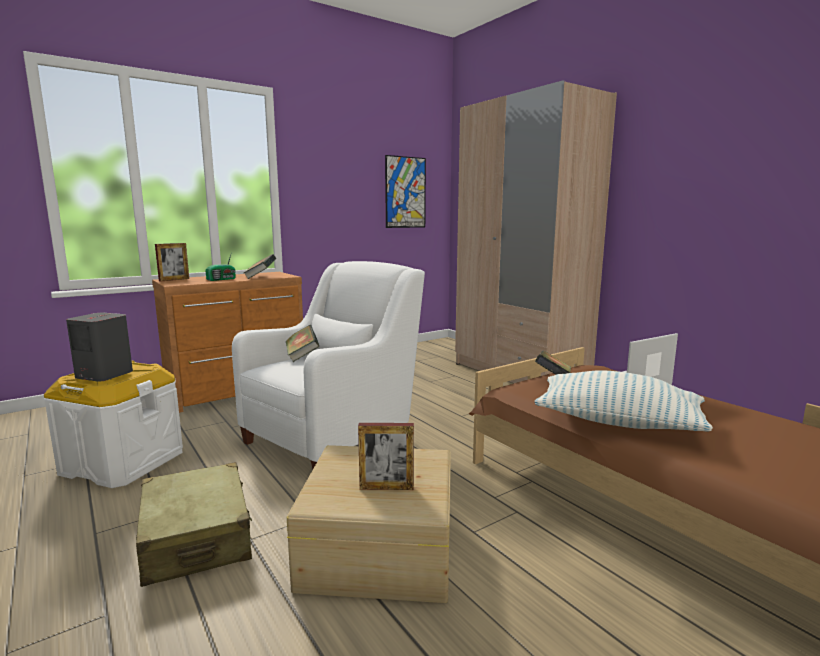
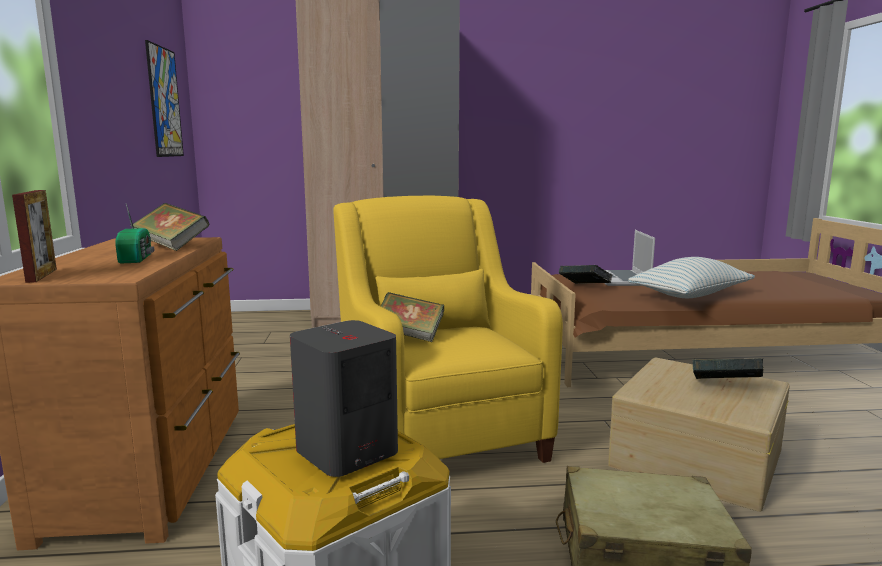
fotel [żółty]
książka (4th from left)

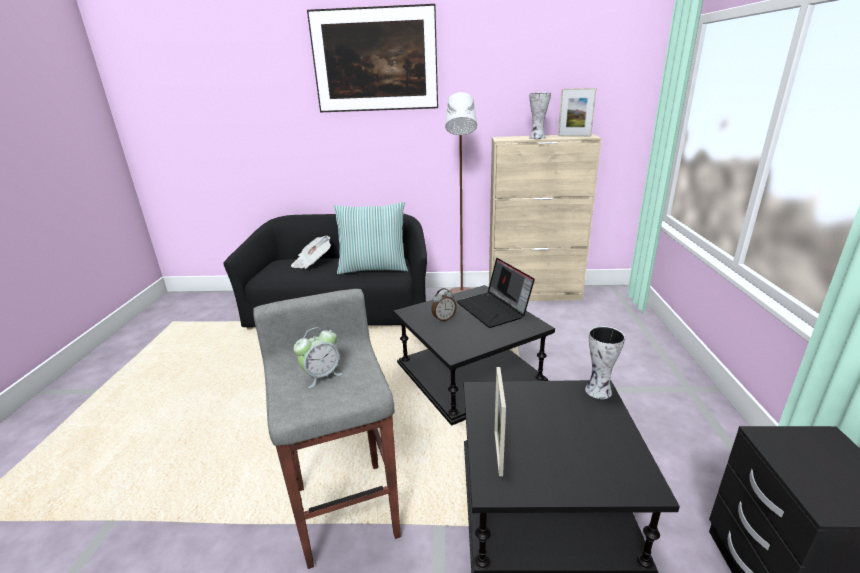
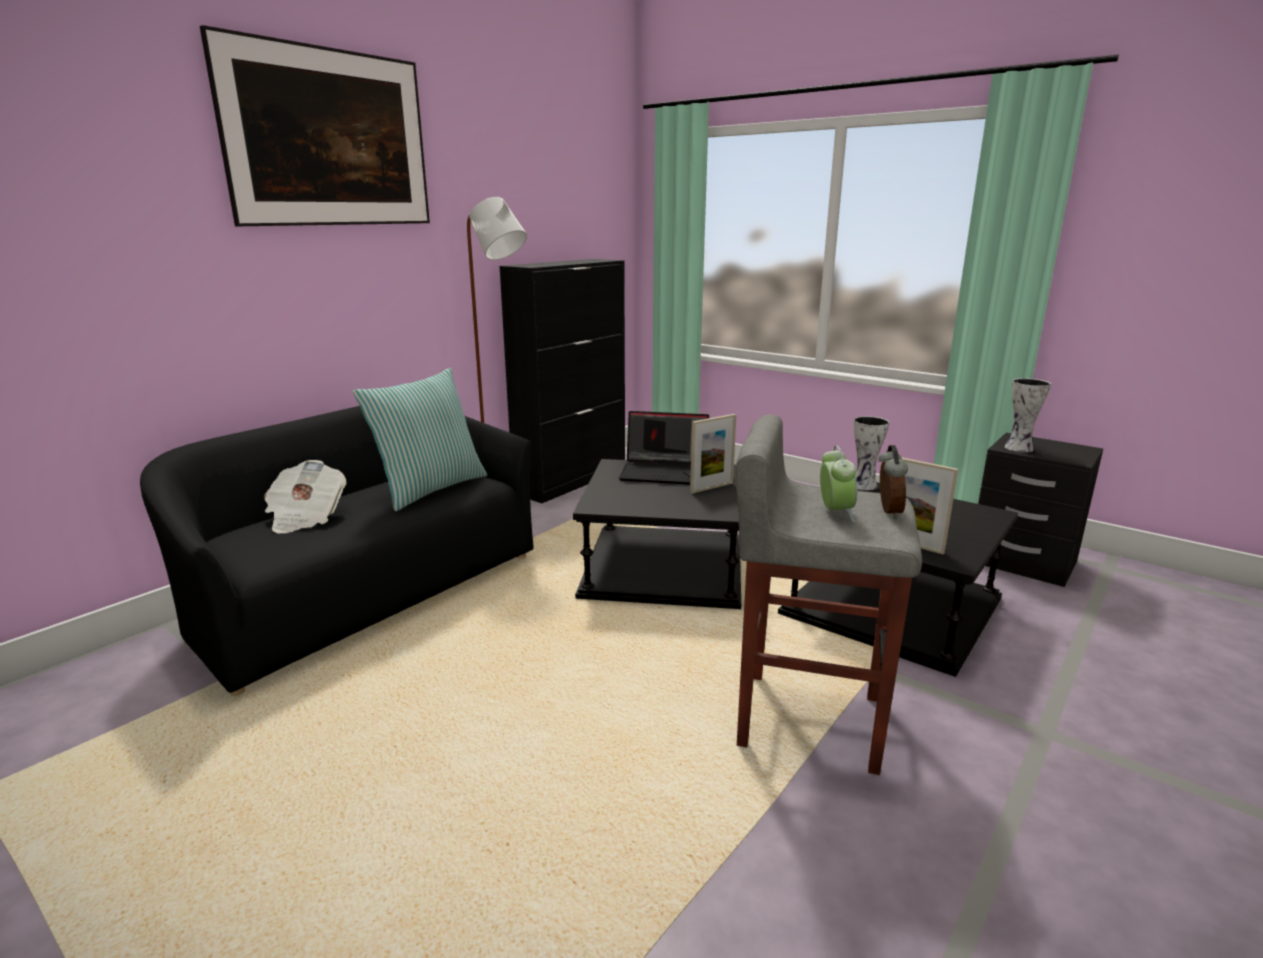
budzik (2nd from left)
szafka [czarny]
wazon (2nd from left)
ramka na zdjęcie (1st from left)

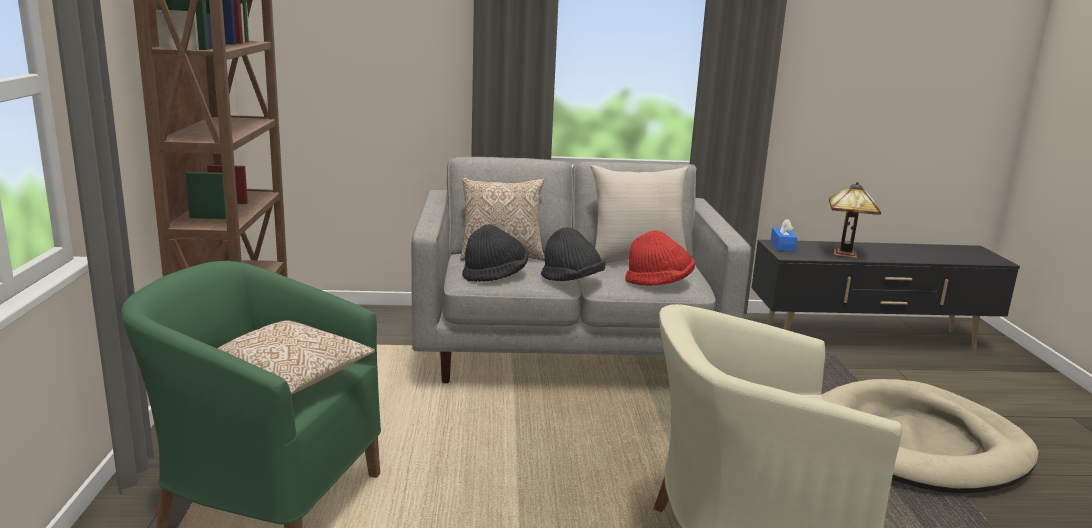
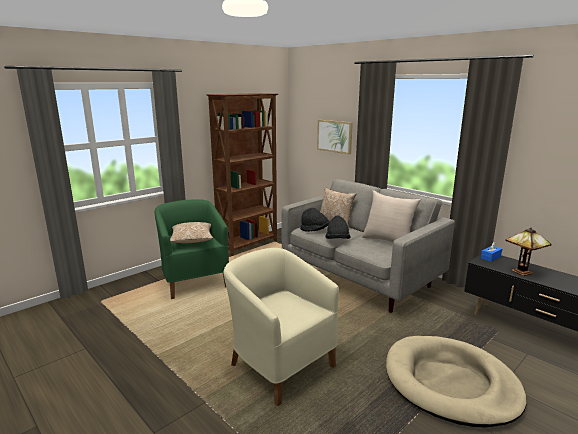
kapelusz [czerwony]
obraz

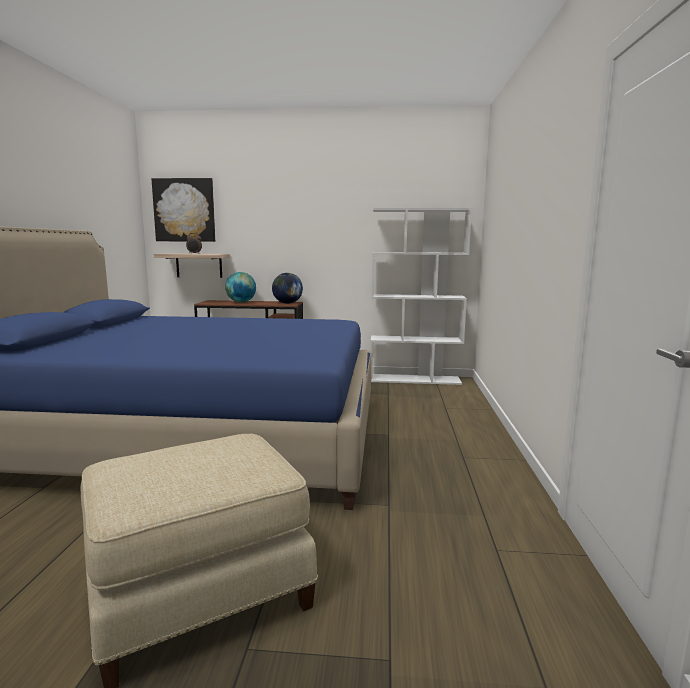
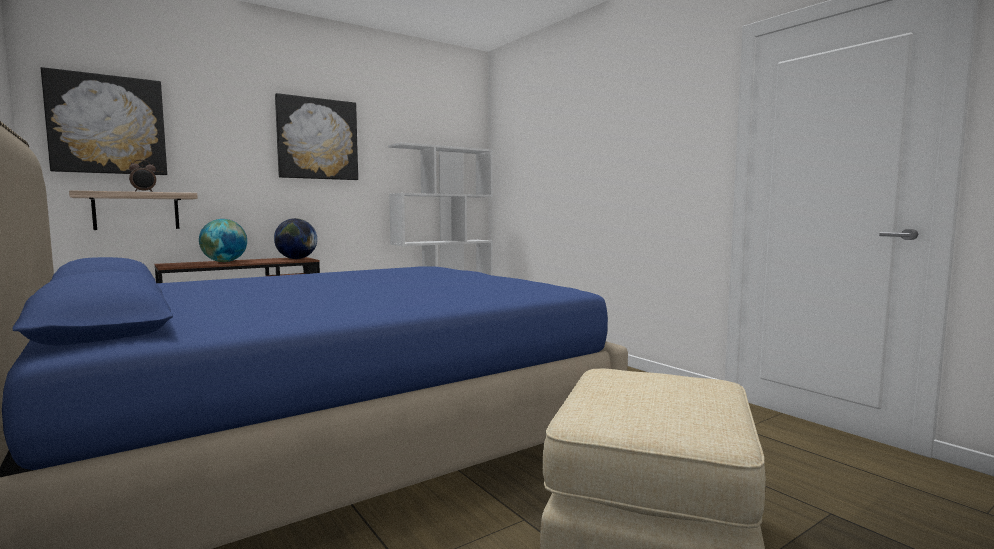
obraz (2nd from left)

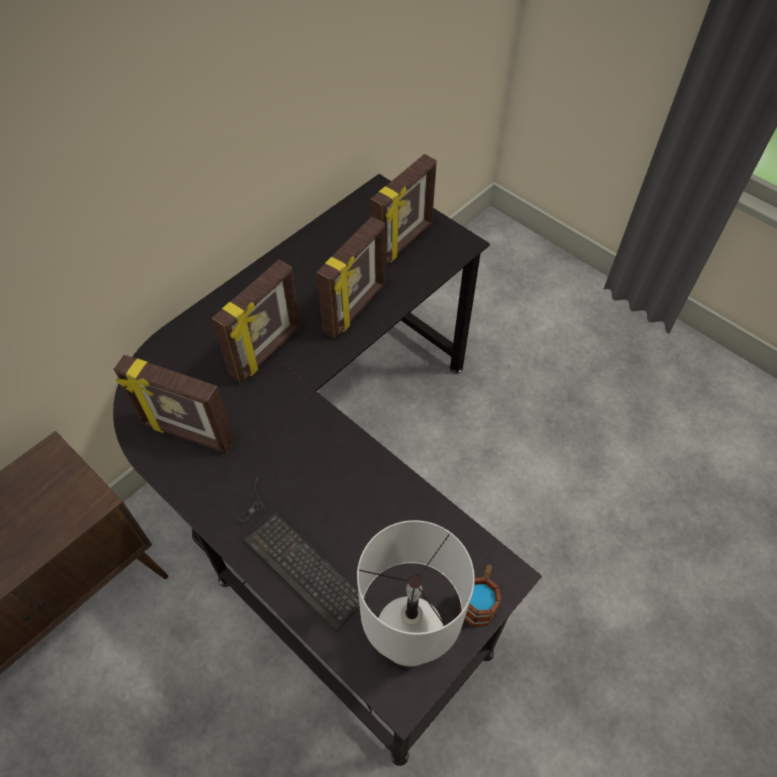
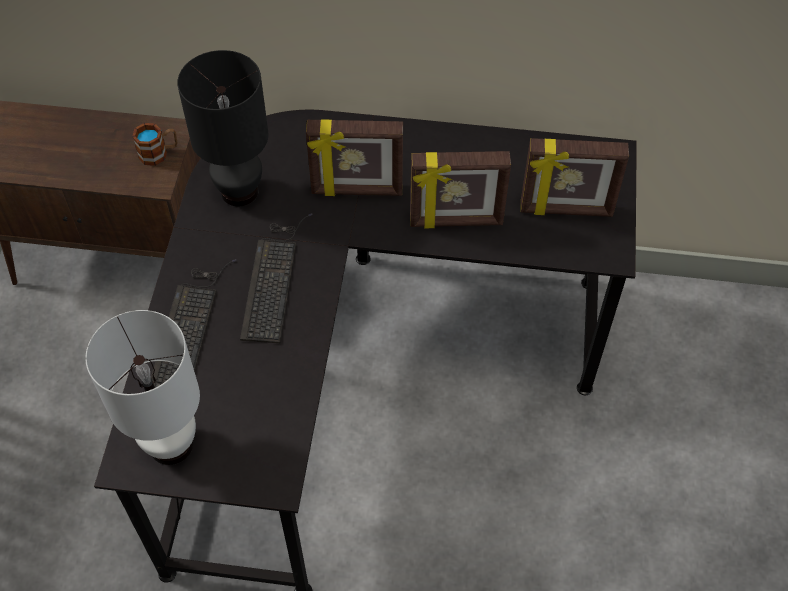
lampa stołowa [czarny]
kubek
klawiatura (2nd from left)

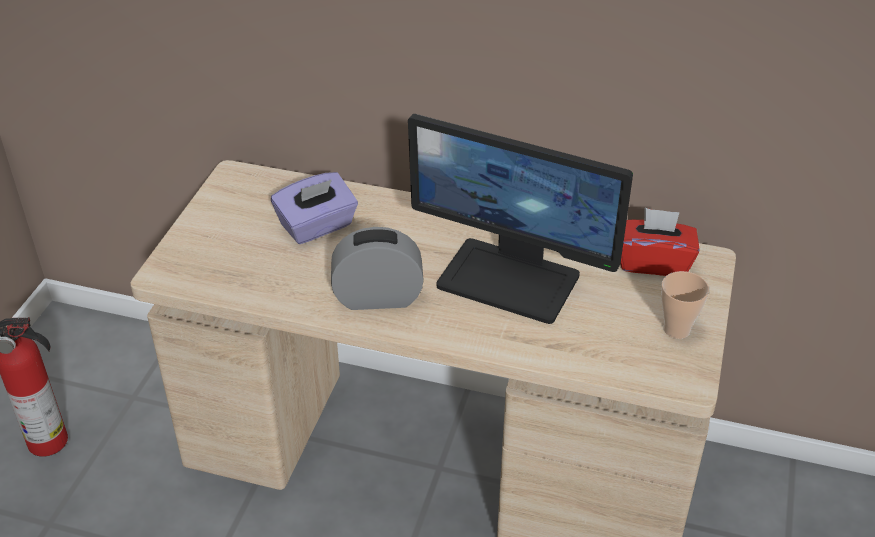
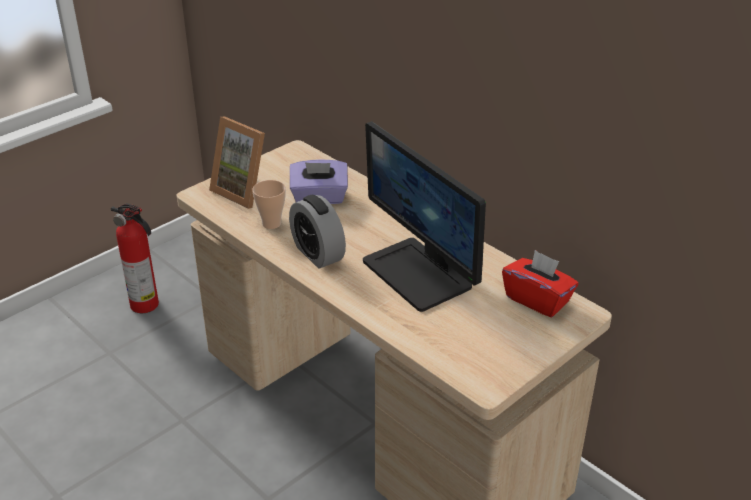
budzik
filiżanka
ramka na zdjęcie

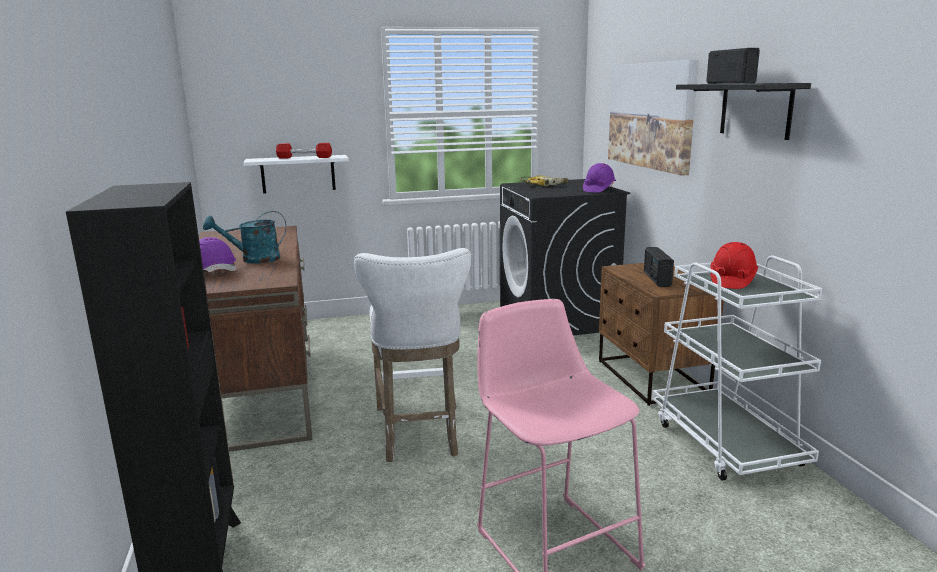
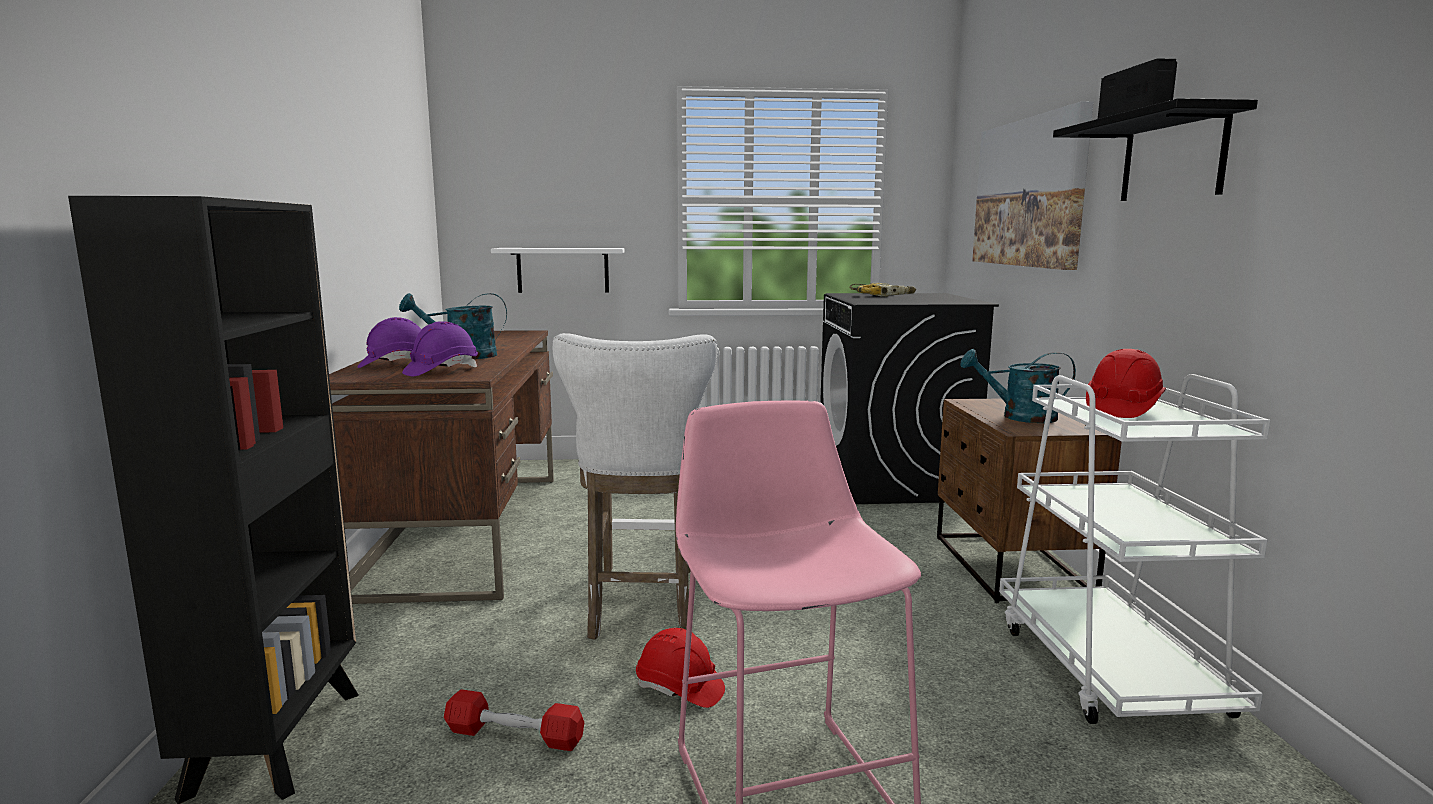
hantel [czerwony]
kask [fioletowy] (2nd from left)
konewka [turkusowy] (2nd from left)
kask [czerwony] (1st from left)

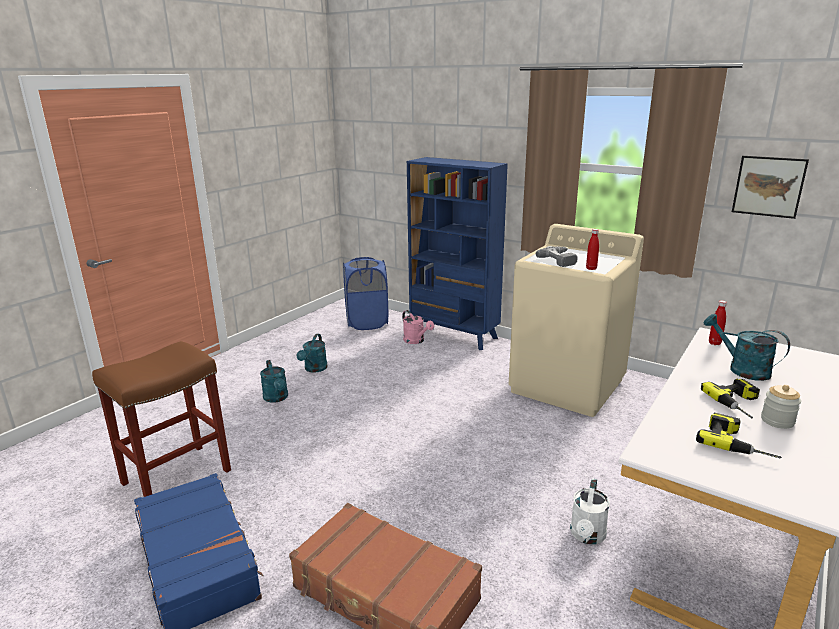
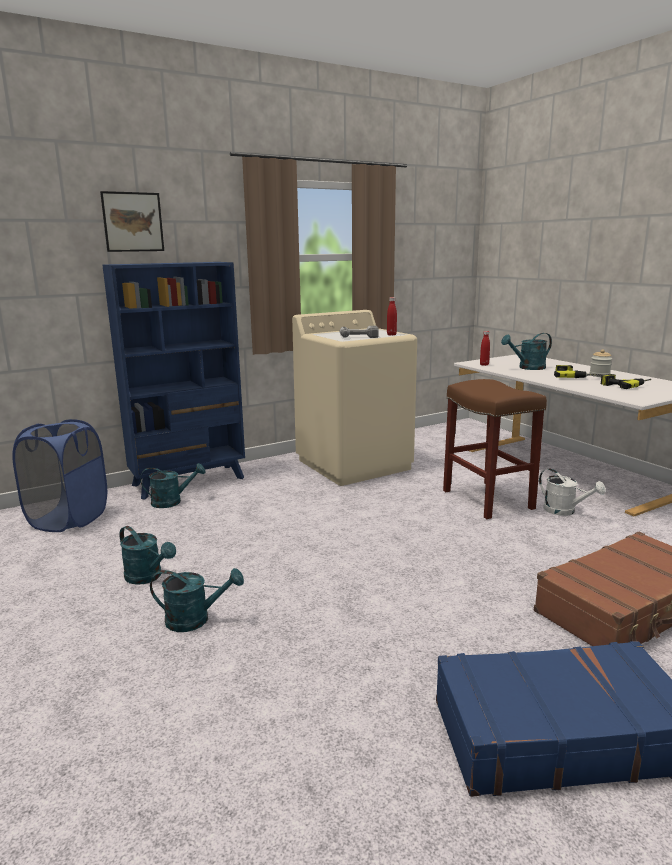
stołek [brązowy]
konewka [turkusowy] (2nd from left)
obraz

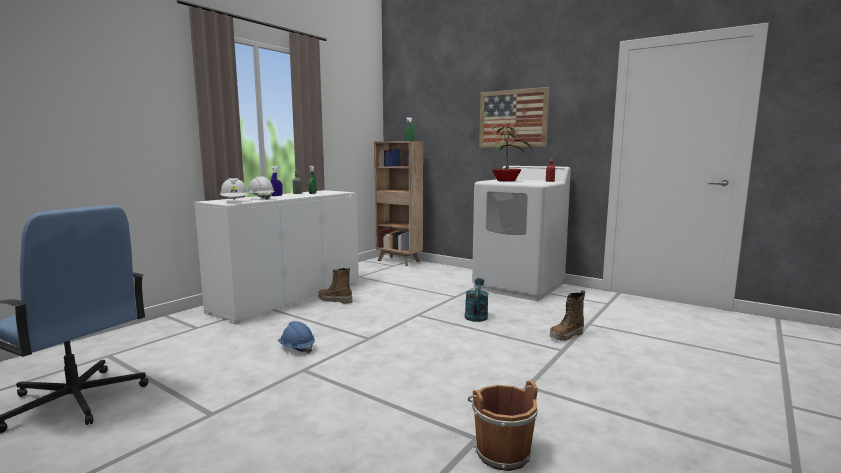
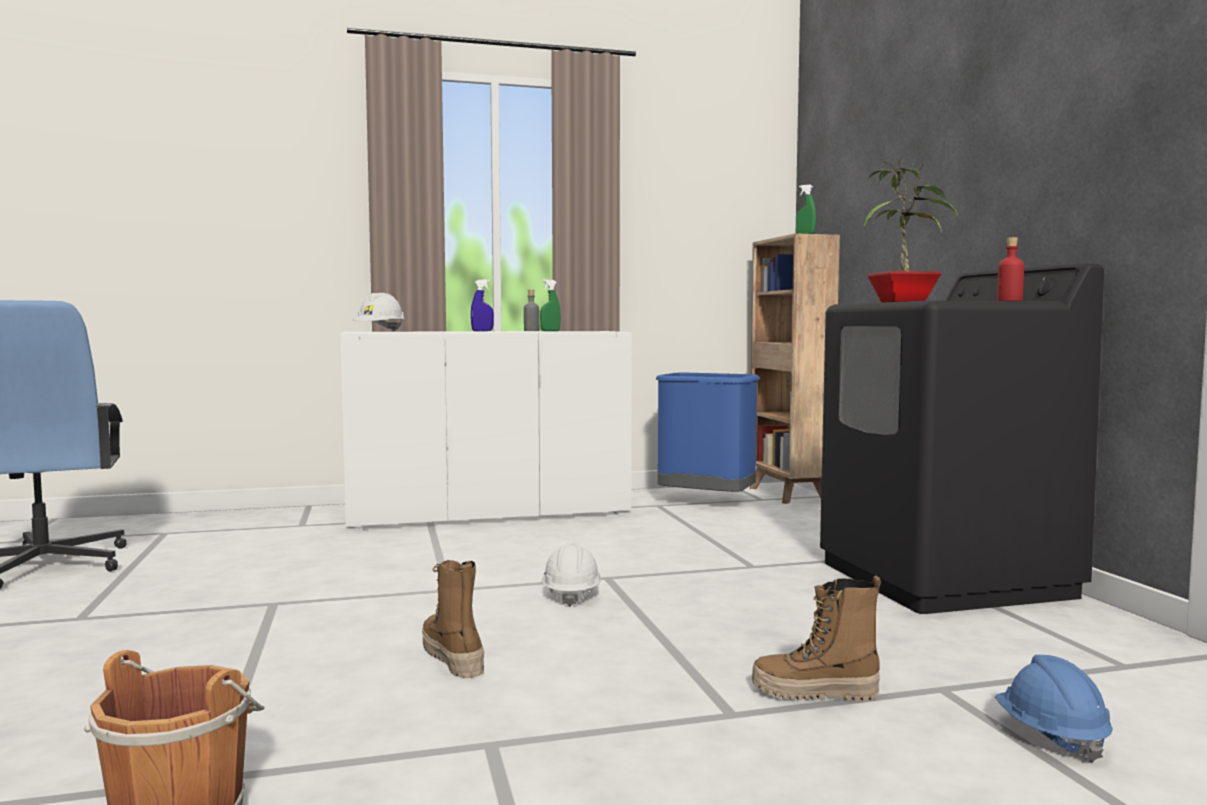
kask [biały] (2nd from left)
kask [niebieski]
but z cholewką (1st from left)
konewka [turkusowy]
pralka [czarny]
obraz
kosz na śmieci [niebieski]

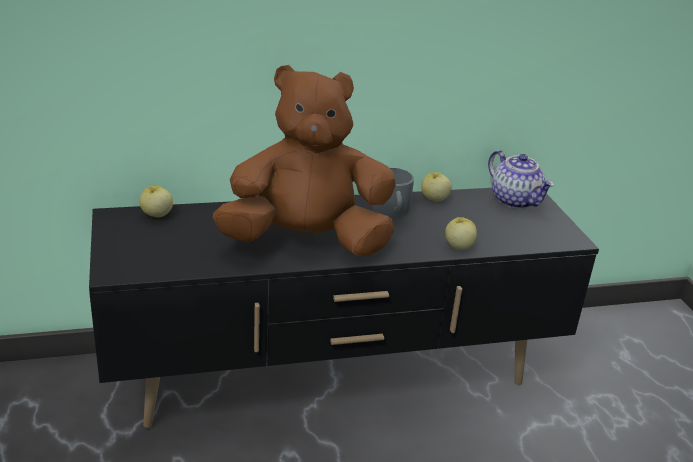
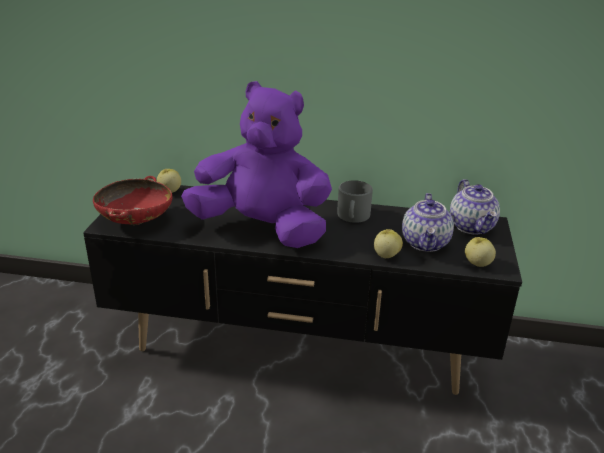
pluszak [fioletowy]
jabłko (3rd from left)
miska [czerwony]
imbryk (1st from left)

